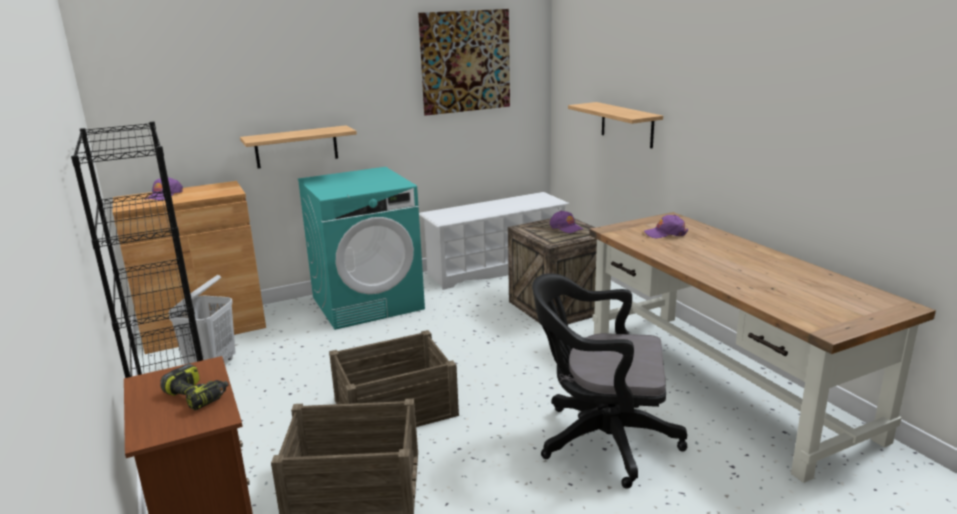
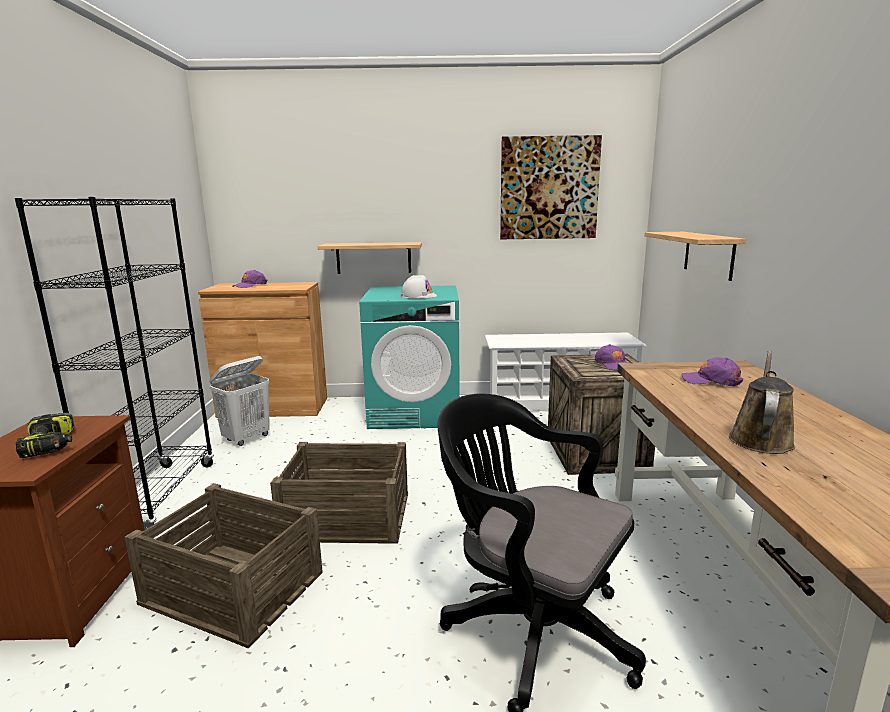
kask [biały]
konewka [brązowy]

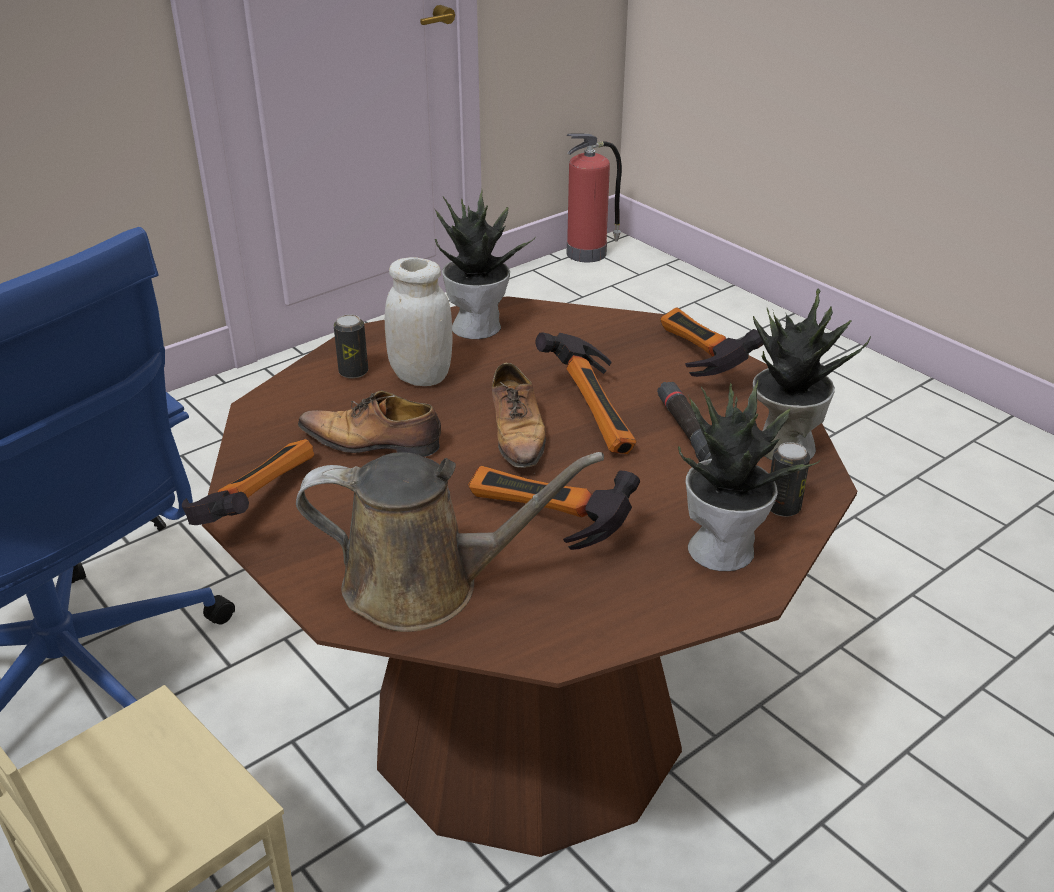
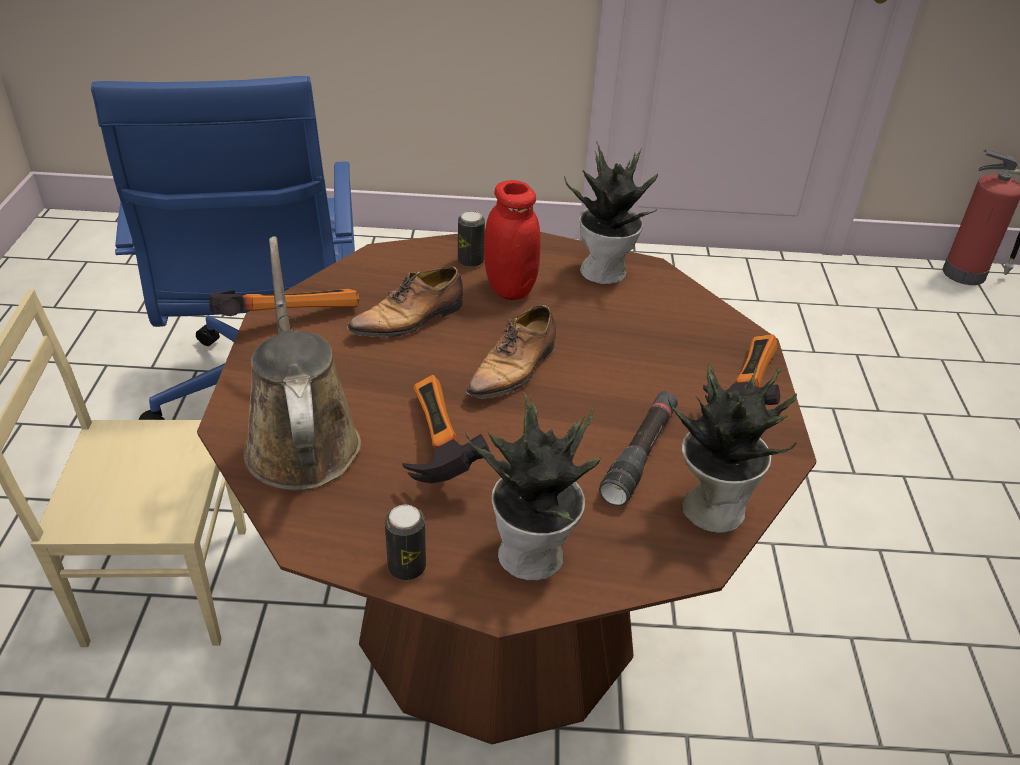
konewka [brązowy]
but (1st from left)
słoik [czerwony]
młotek (3rd from left in the first image)
puszka (1st from left)

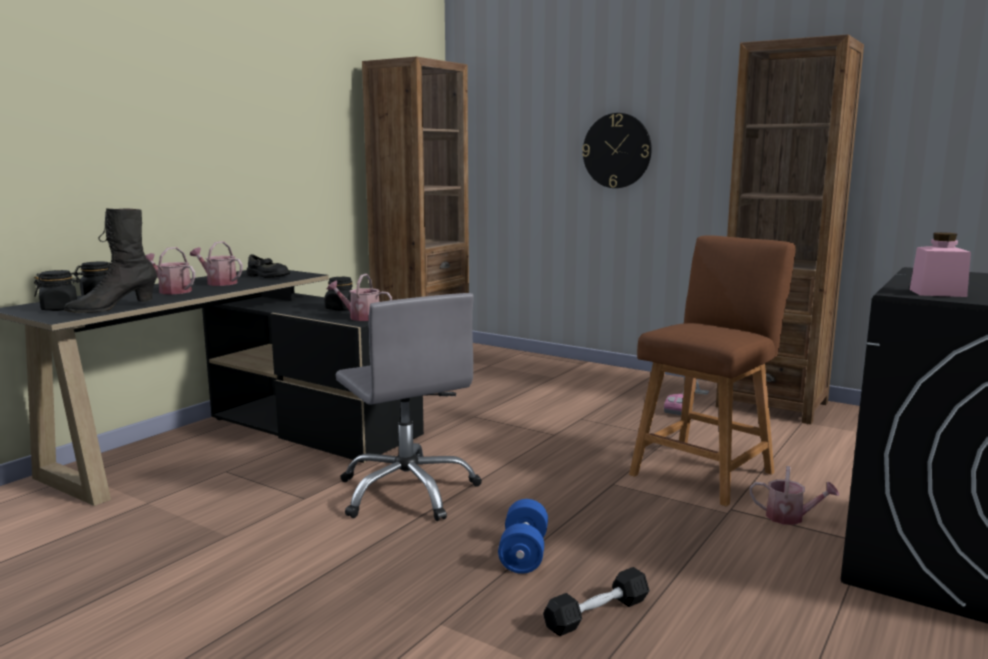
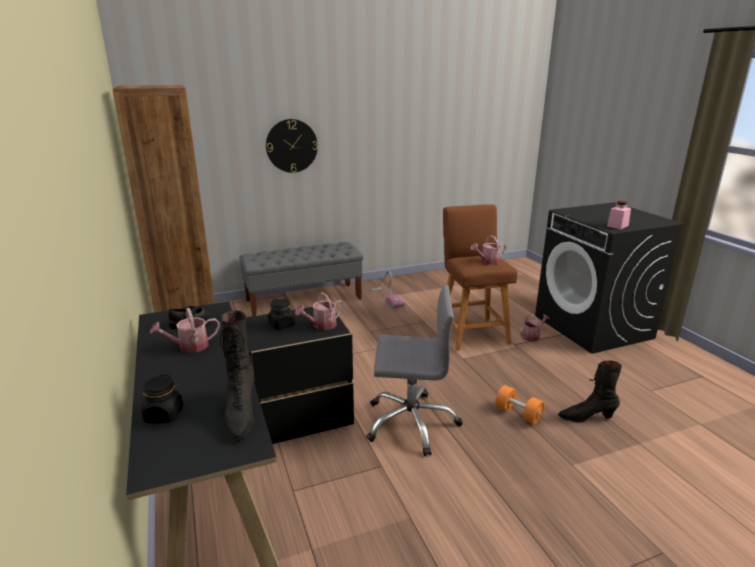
słoik [czarny] (1st from left in the first image)
konewka (3rd from left)
hantel [pomarańczowy]
but z cholewką [czarny] (2nd from left)
regał [brązowy] (2nd from left in the first image)
ławka [szary]

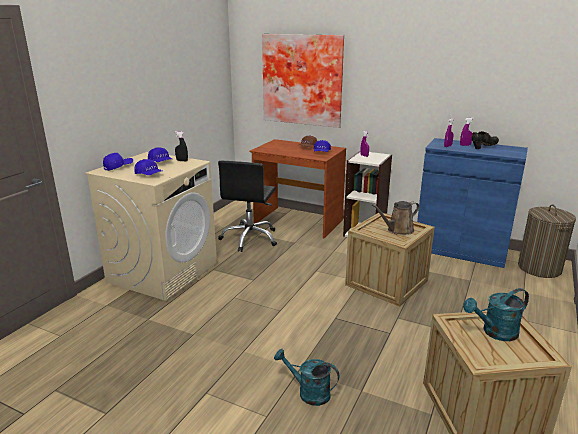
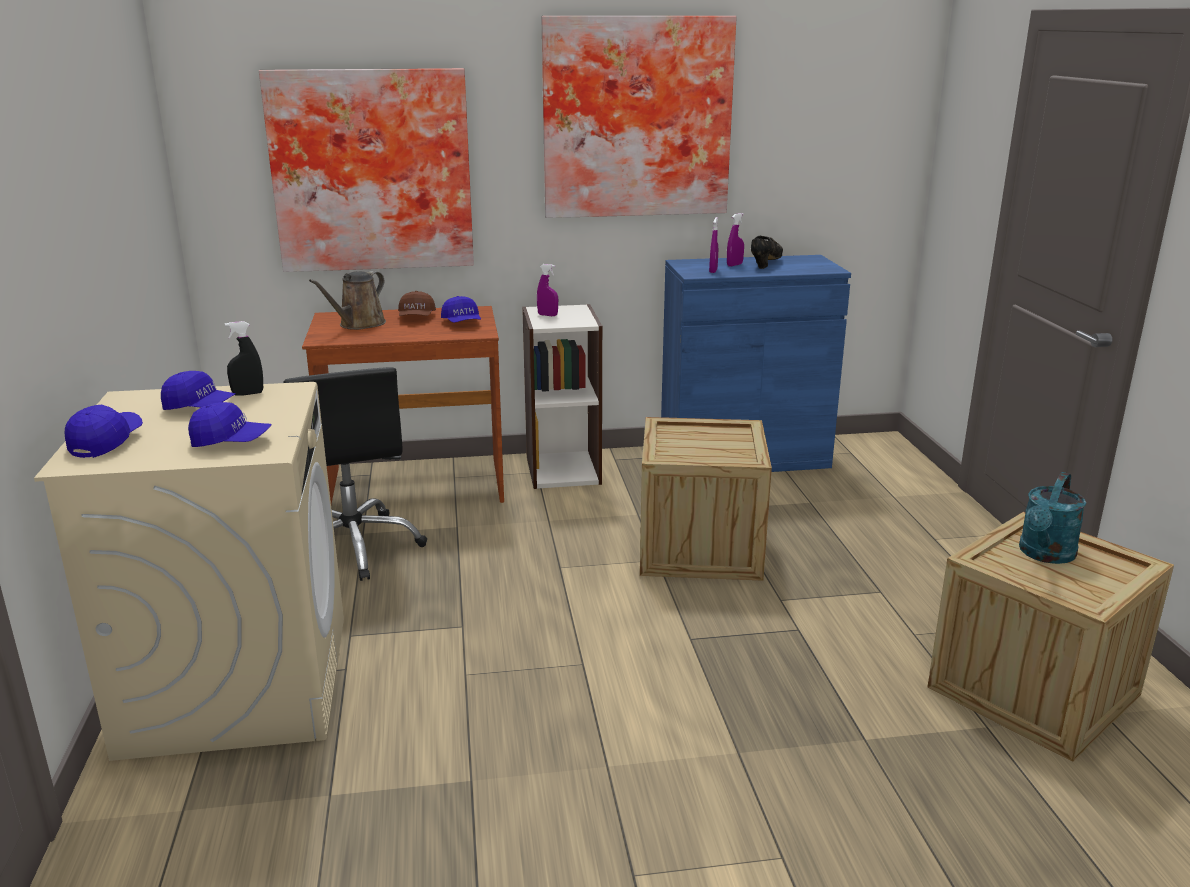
konewka [turkusowy] (1st from left in the first image)
konewka [brązowy]
kosz na pranie
obraz (2nd from left)

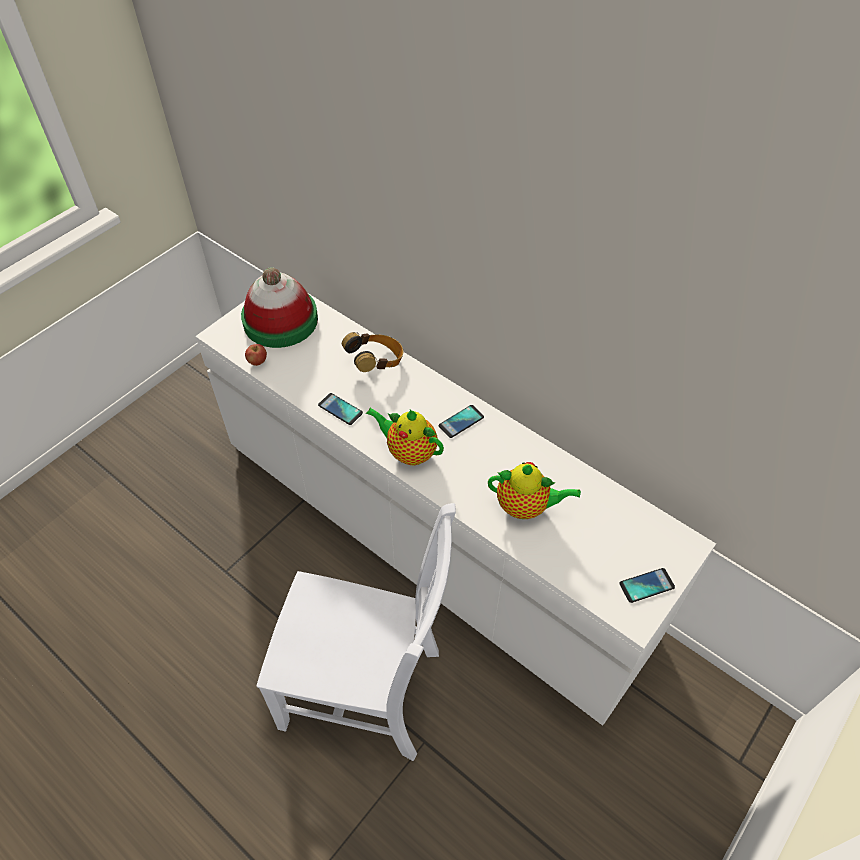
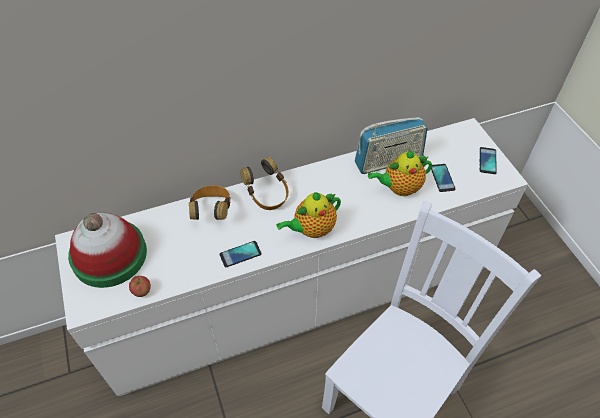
telefon (2nd from left)
imbryk (2nd from left)
słuchawki (2nd from left)
radio

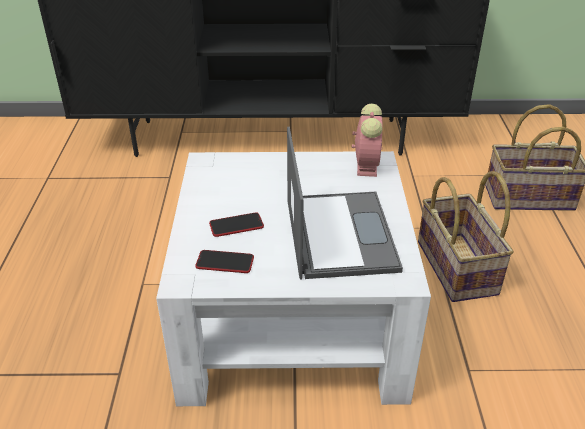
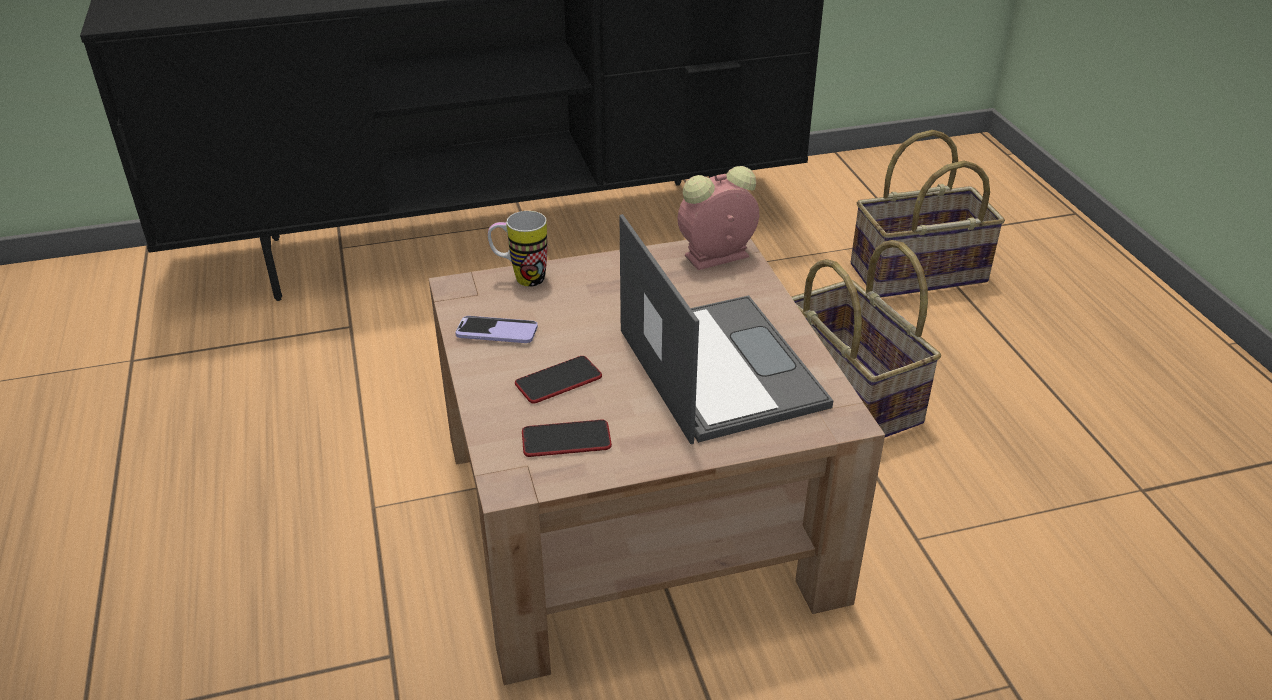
ława [brązowy]
budzik
telefon (1st from left)
kubek

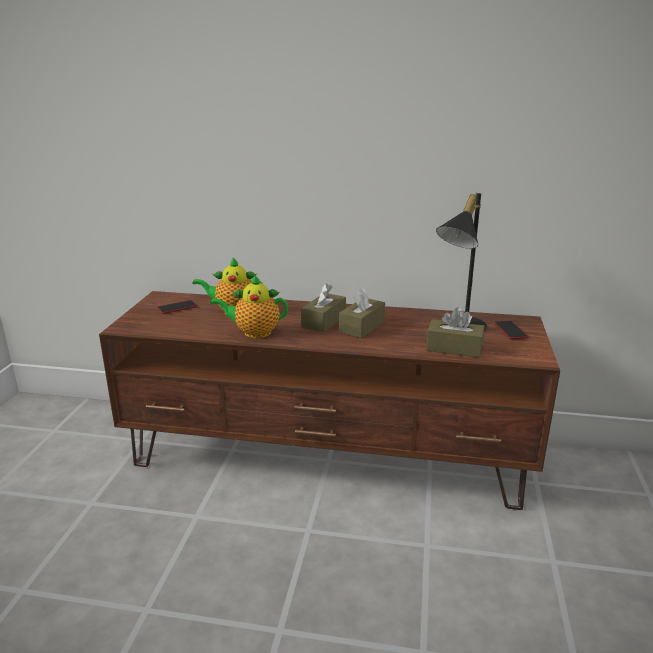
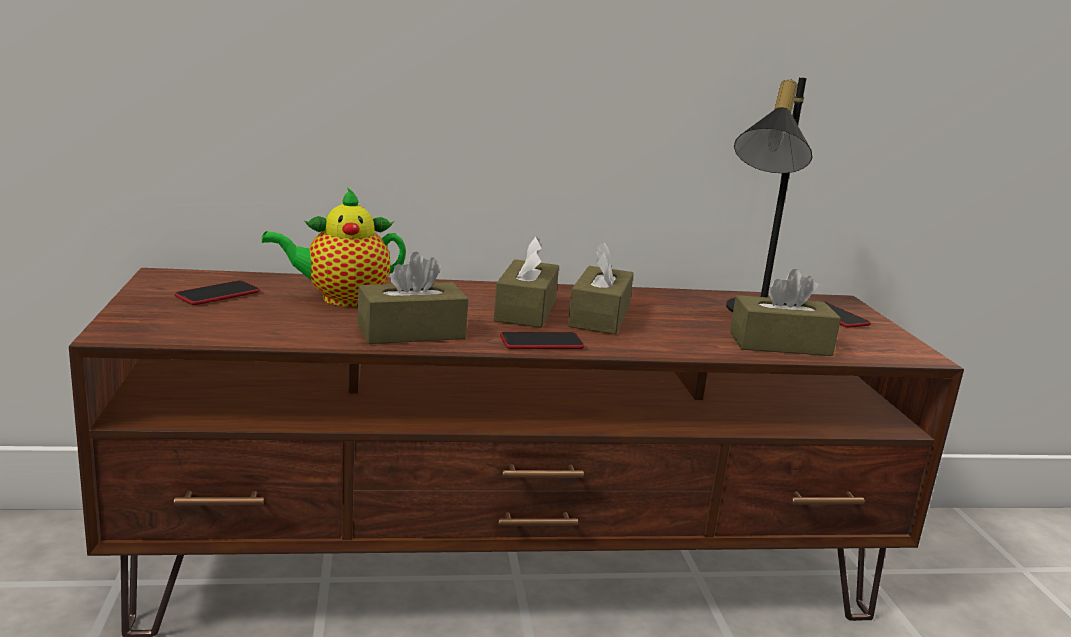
pudełko chusteczek [brązowy] (1st from left)
telefon (2nd from left)

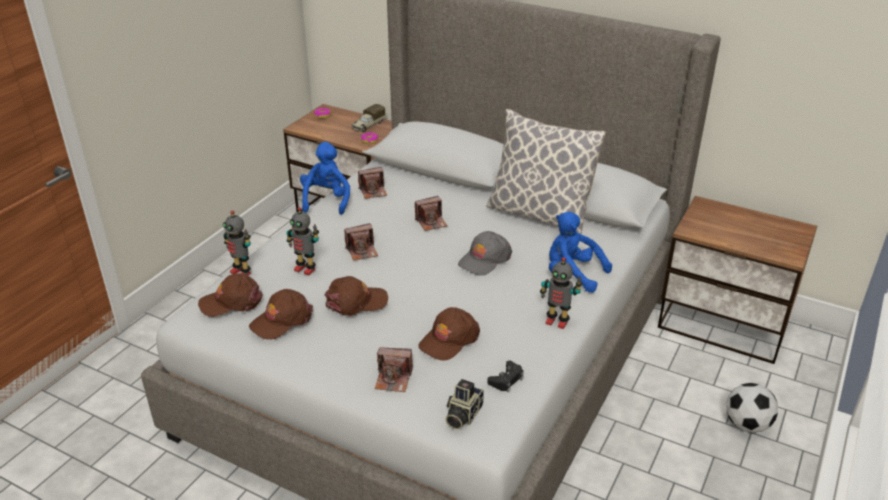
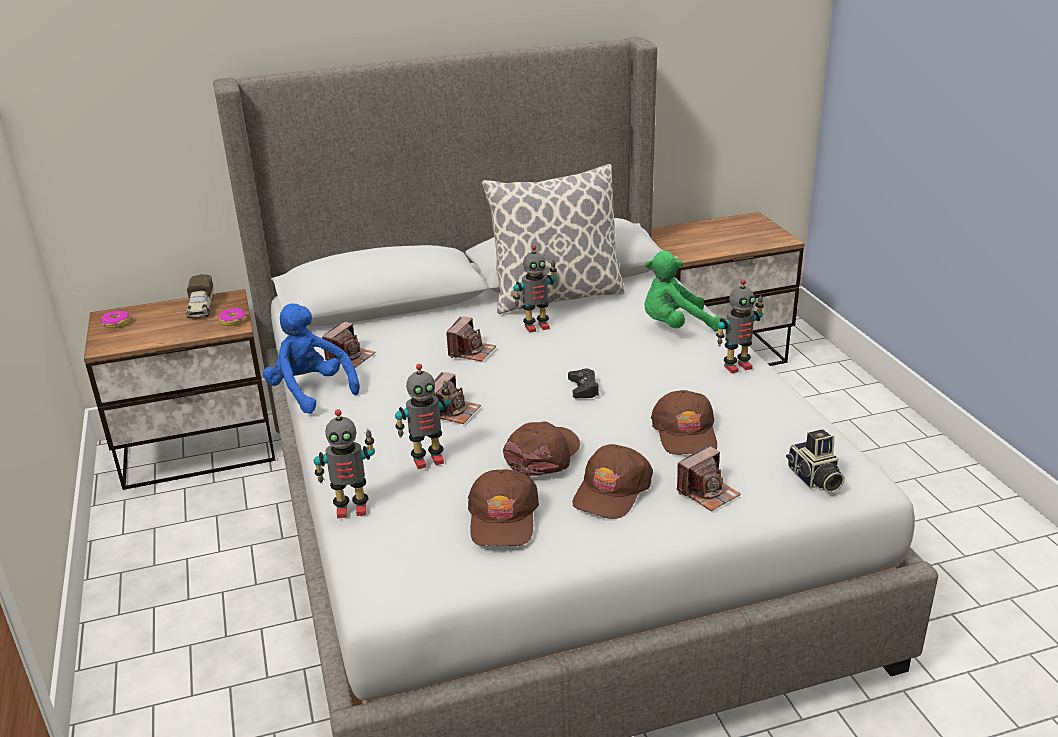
czapka z daszkiem [brązowy] (3rd from left)
czapka z daszkiem [szary]
pad do gier [czarny]
pluszak [zielony]
piłka futbolowa
robot zabawkowy (3rd from left)

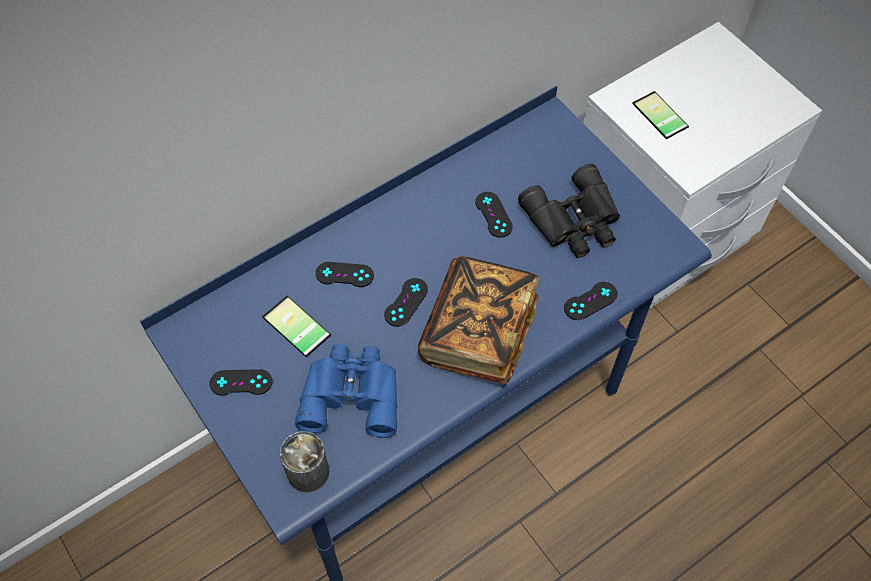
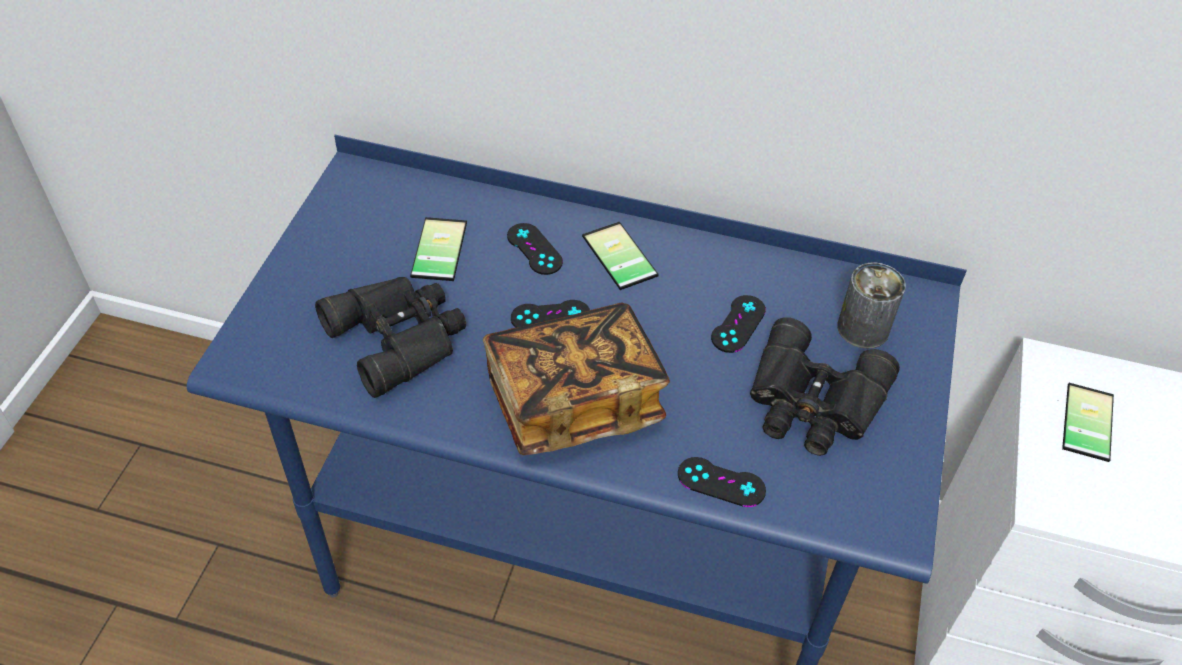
pad do gier [czarny] (1st from left in the first image)
puszka
lornetka [czarny] (1st from left)
telefon (2nd from left)

